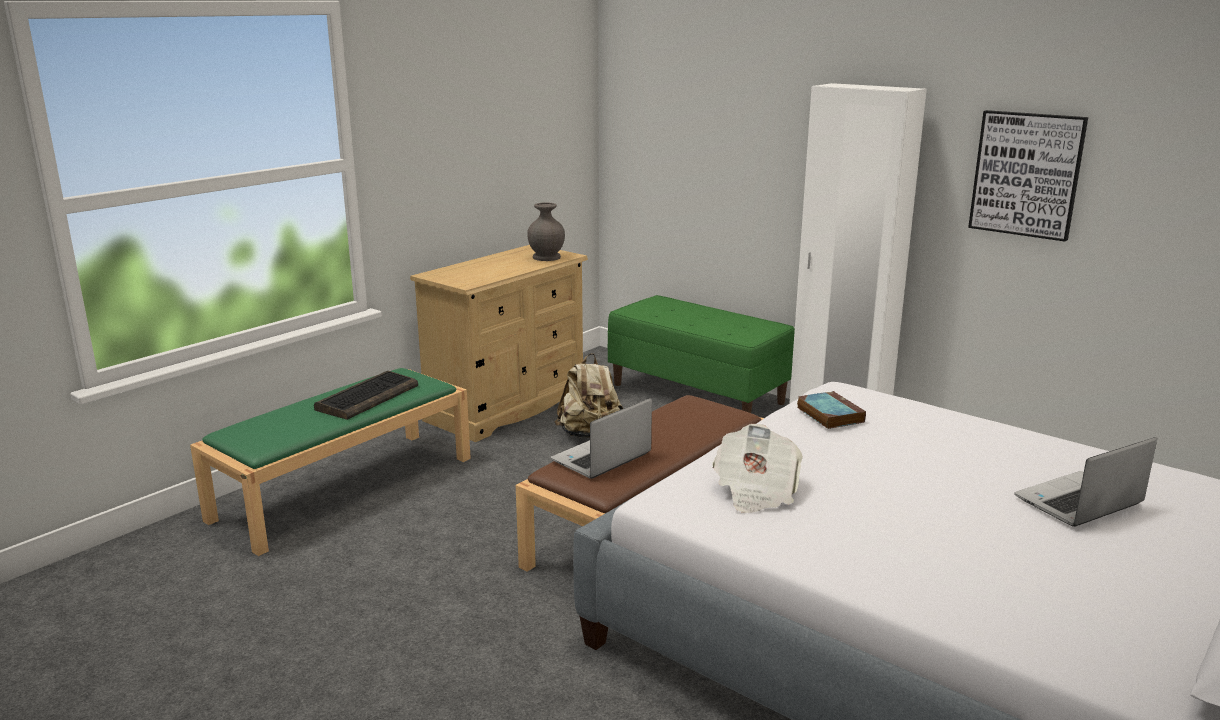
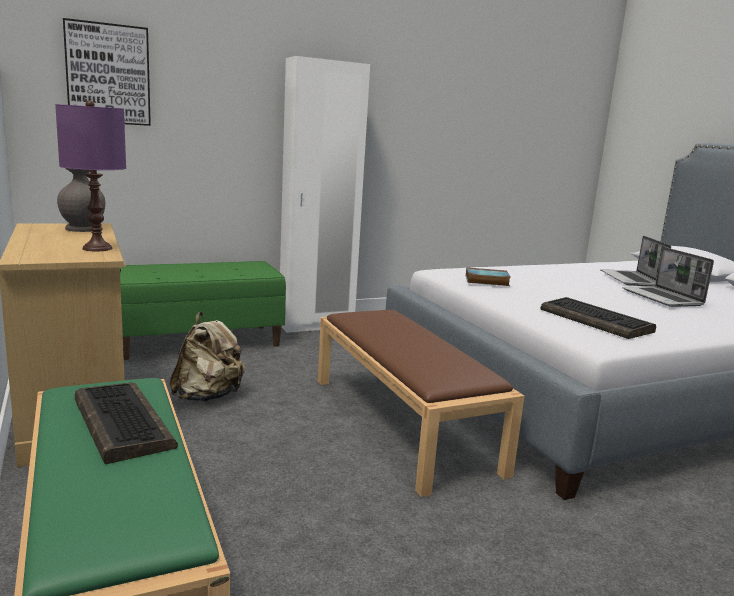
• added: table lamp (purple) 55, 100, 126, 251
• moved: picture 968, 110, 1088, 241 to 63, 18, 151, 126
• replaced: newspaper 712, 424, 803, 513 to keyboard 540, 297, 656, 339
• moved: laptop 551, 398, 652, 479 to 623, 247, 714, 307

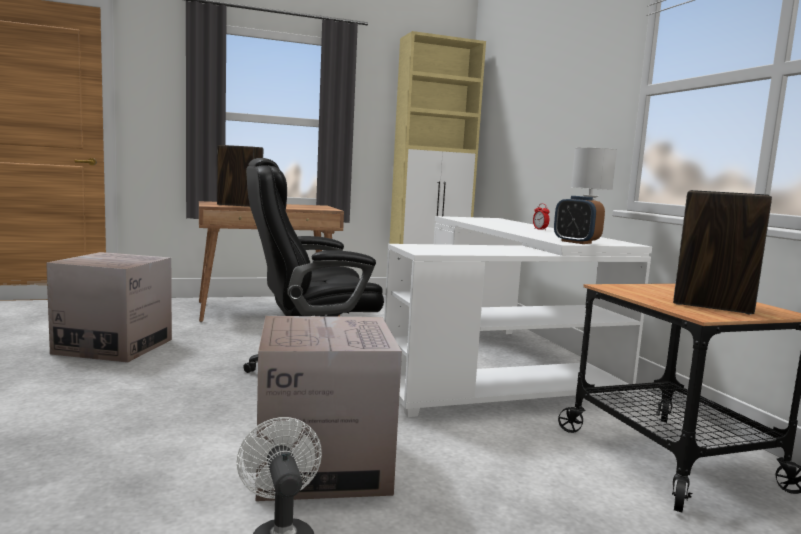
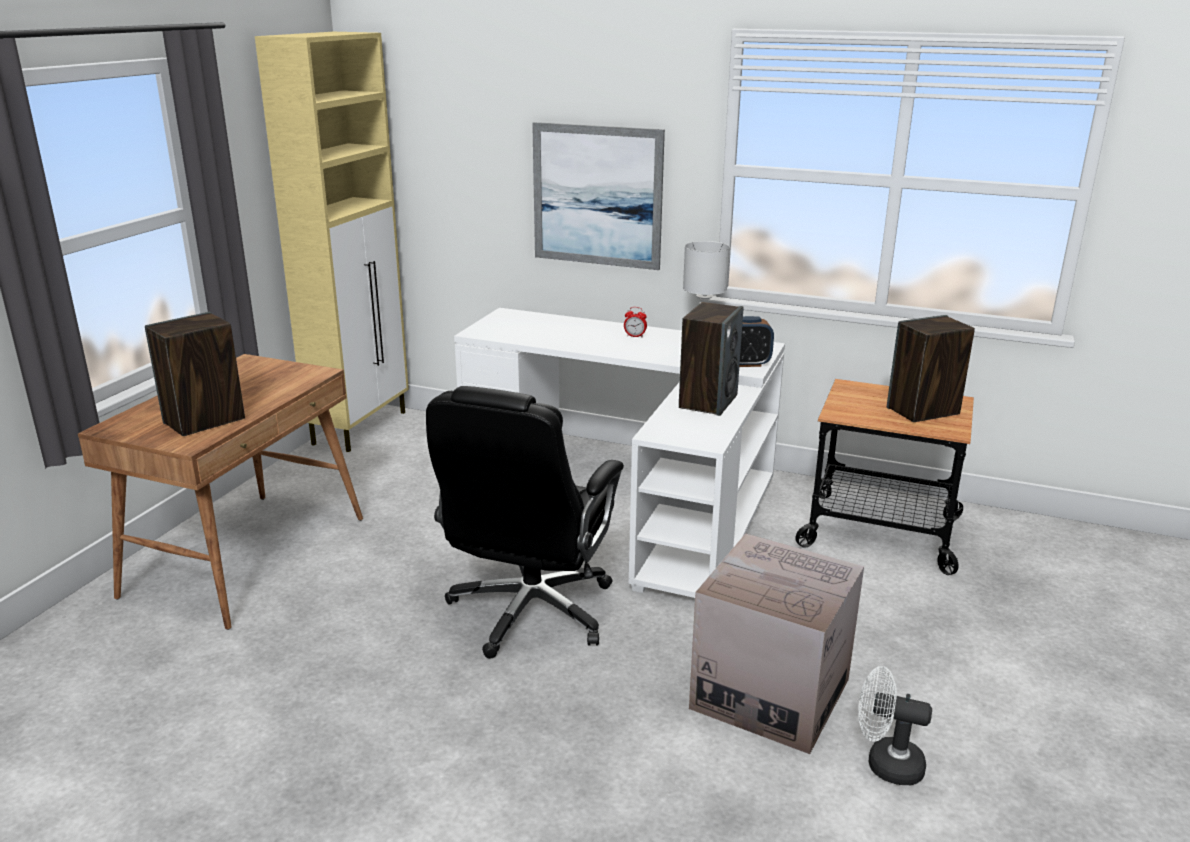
• added: picture 532, 122, 665, 270
• added: speaker 679, 302, 744, 416
• removed: cardboard box 46, 252, 172, 363

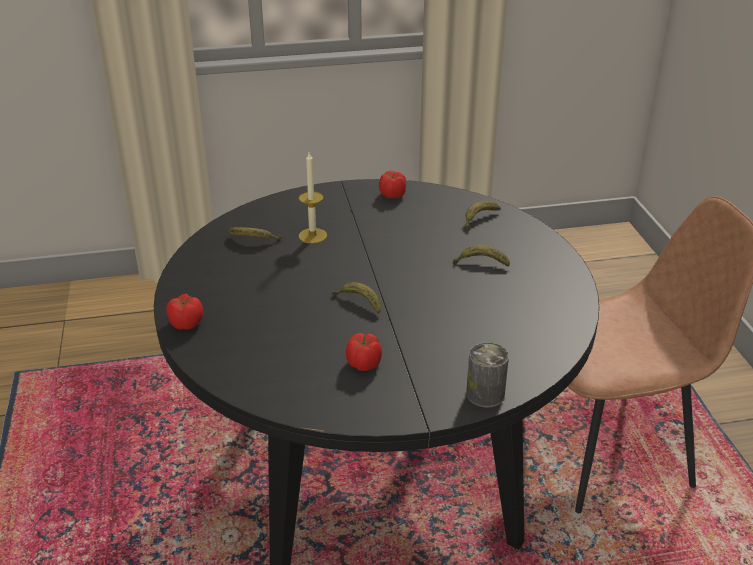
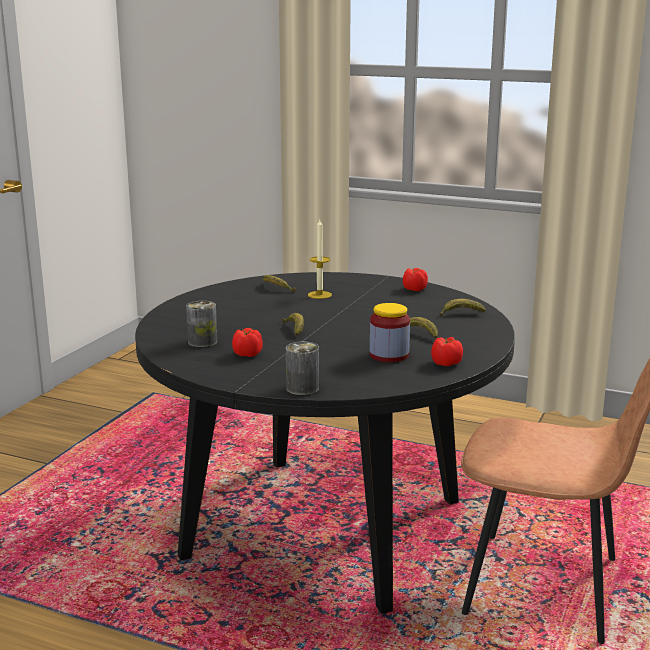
• added: can 186, 301, 217, 347
• added: jar 370, 303, 410, 362
• moved: tomato 166, 294, 203, 330 to 431, 337, 463, 366

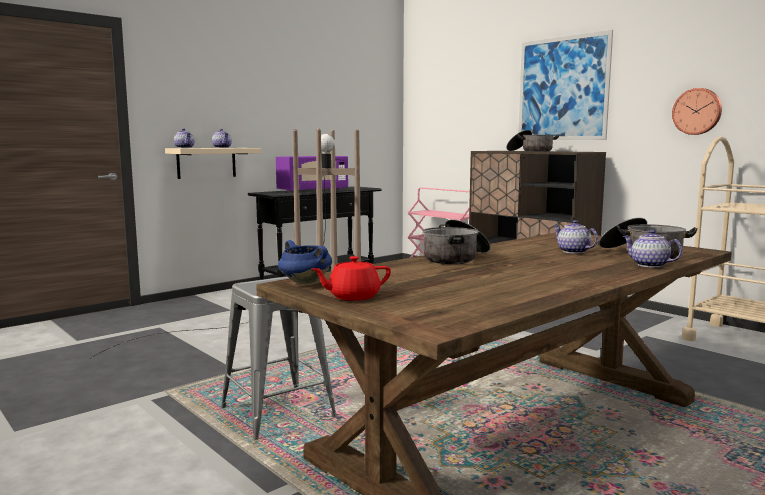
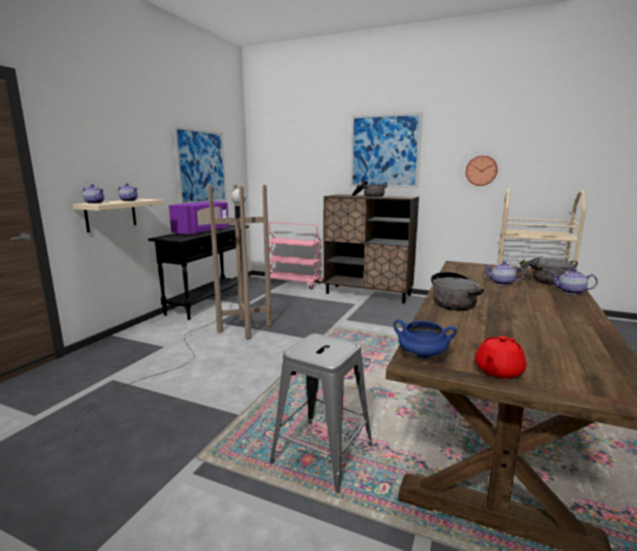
• added: picture 173, 126, 227, 204

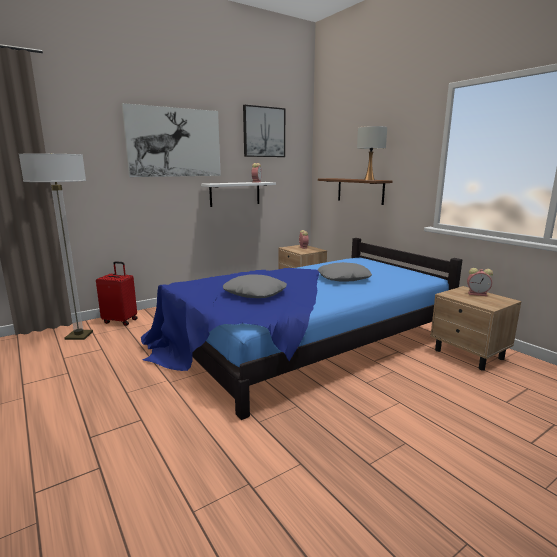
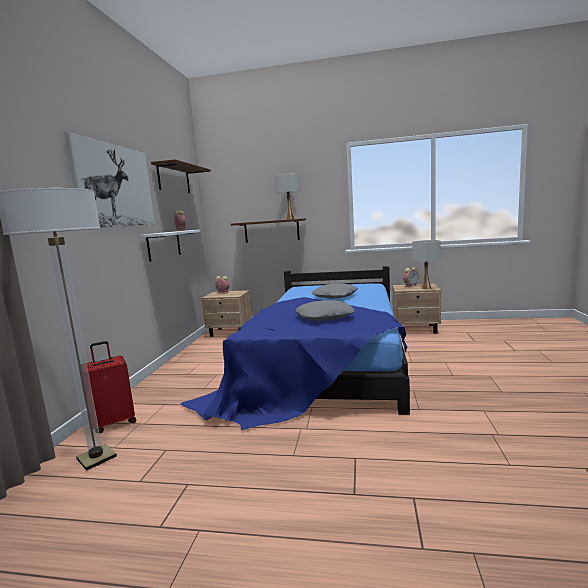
• replaced: picture 243, 105, 285, 157 to shelf (brown) 151, 159, 211, 193
• added: table lamp (white) 412, 240, 440, 289

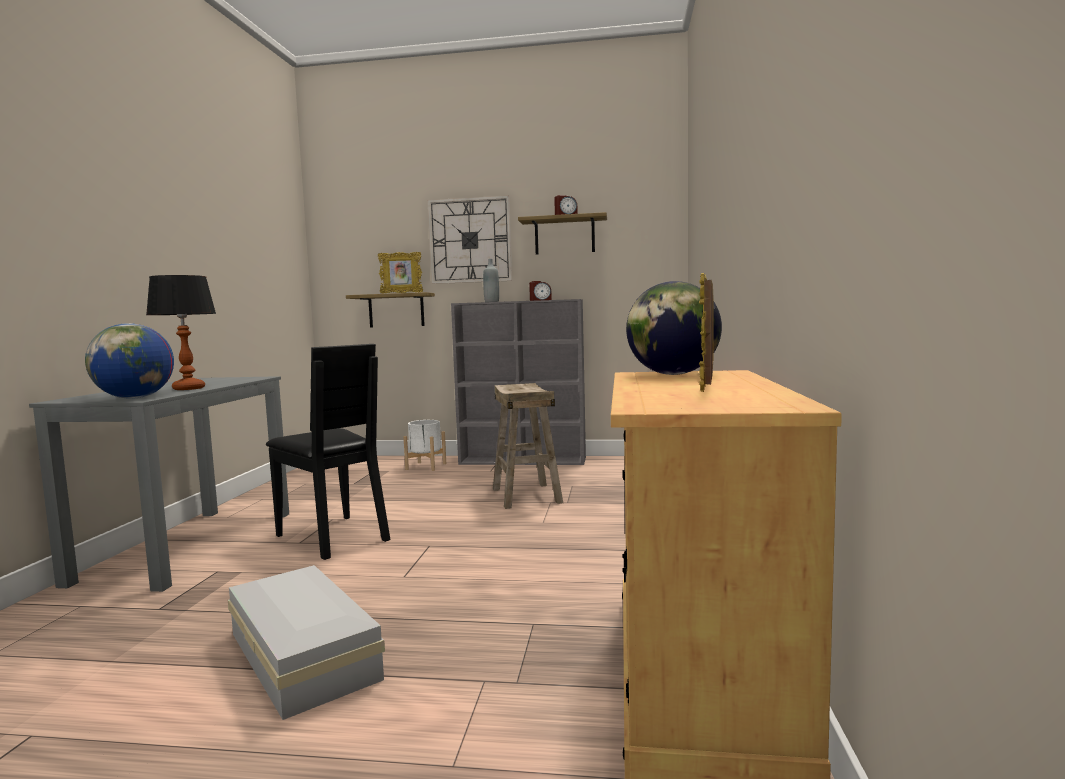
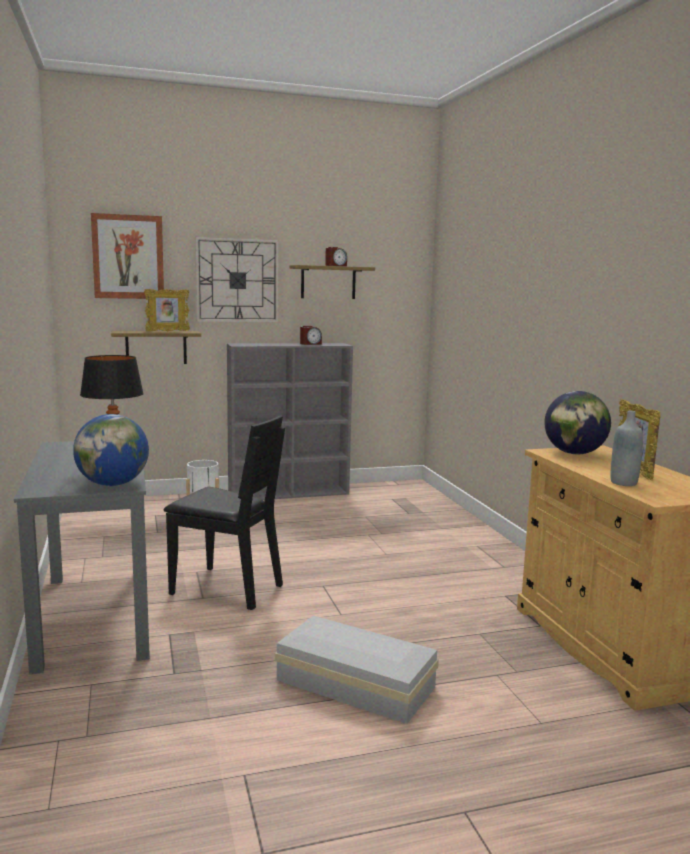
• added: picture 91, 213, 164, 299
• moved: bottle (grey) 483, 259, 499, 302 to 611, 411, 643, 486
• removed: stool (beige) 493, 383, 563, 509

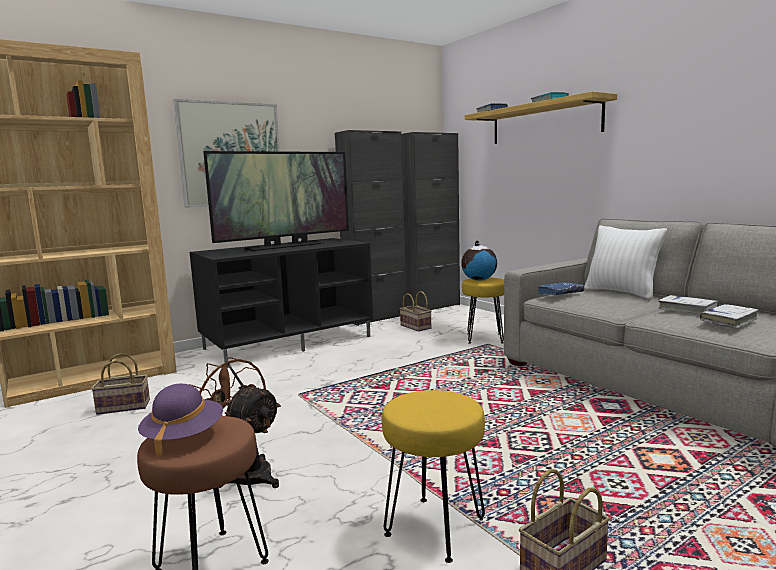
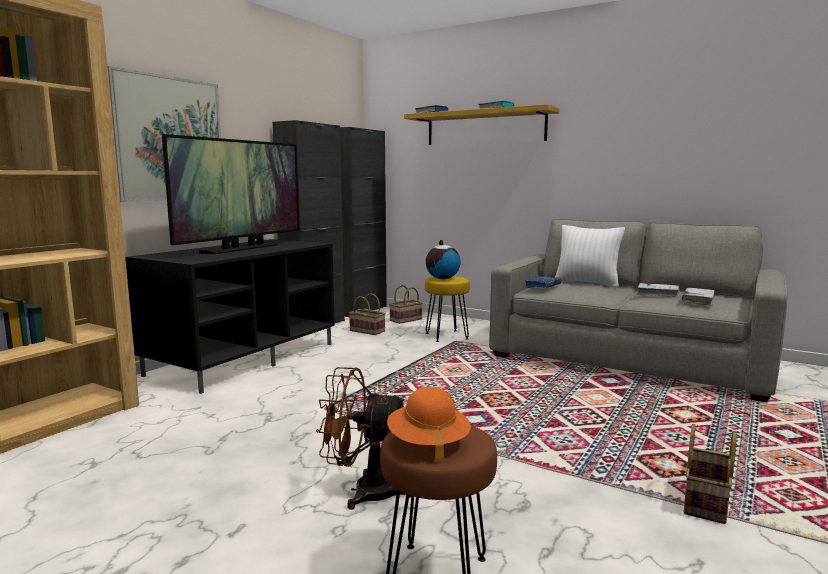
• recoloured: hat (purple) 138, 384, 223, 457 to hat (orange) 387, 387, 471, 463
• moved: basket 91, 353, 150, 415 to 389, 285, 423, 324
• removed: stool (yellow) 382, 390, 485, 563

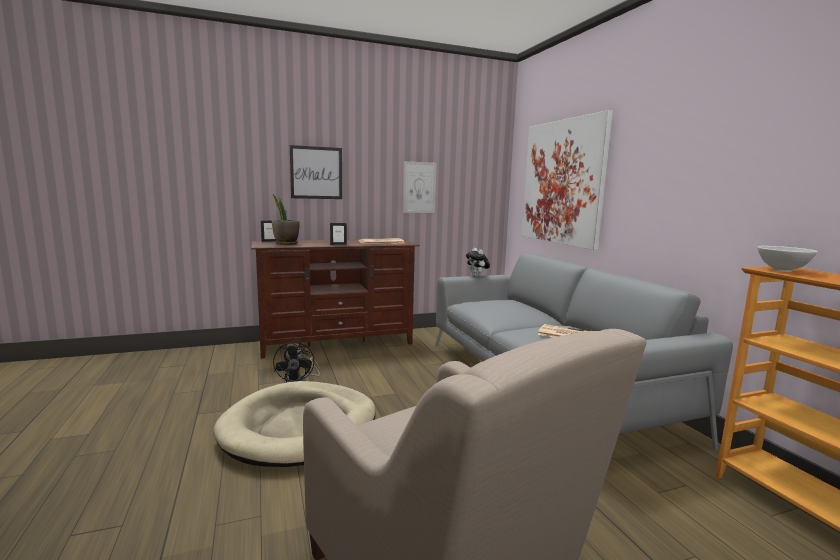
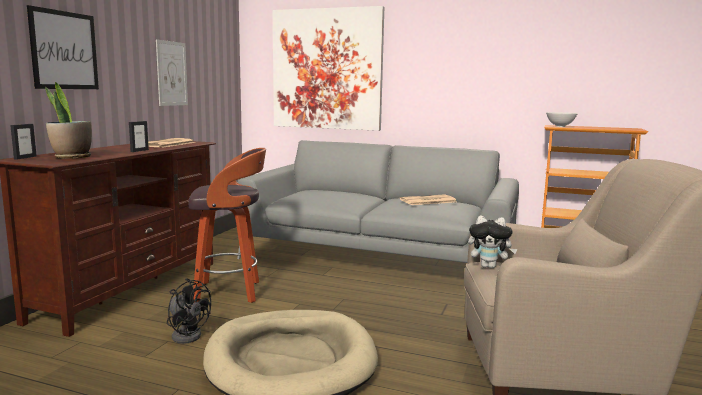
• added: stool 189, 148, 266, 303
• moved: plush toy 466, 248, 490, 277 to 468, 216, 517, 268

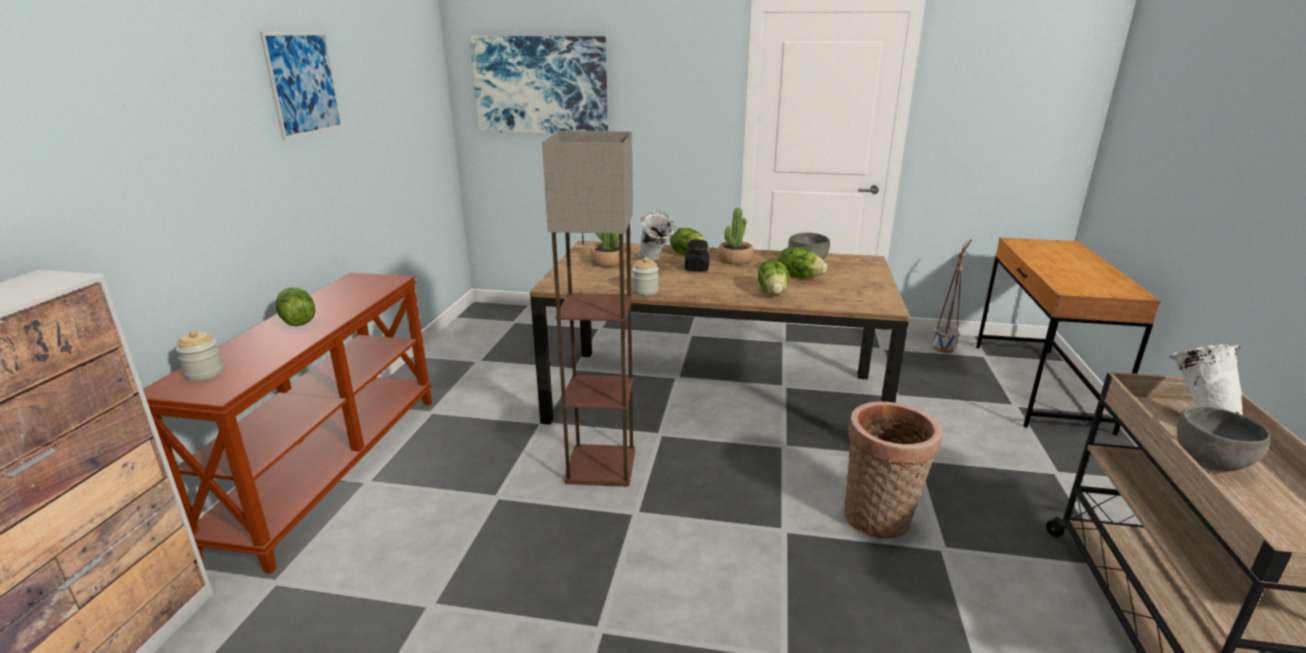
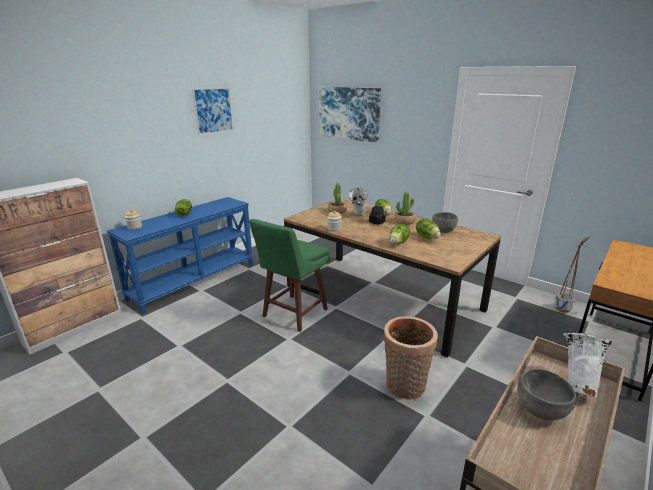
• recoloured: console table (brown) 143, 272, 432, 574 to console table (blue) 107, 197, 253, 314
• replaced: floor lamp 542, 131, 635, 487 to stool (green) 249, 219, 330, 332

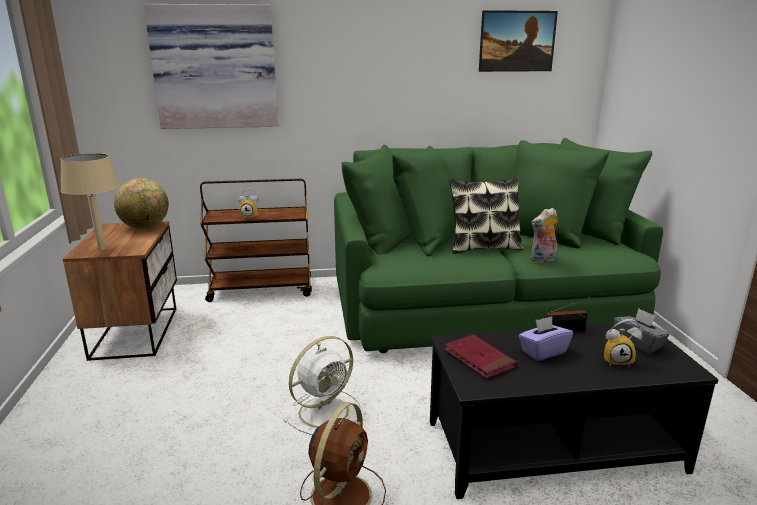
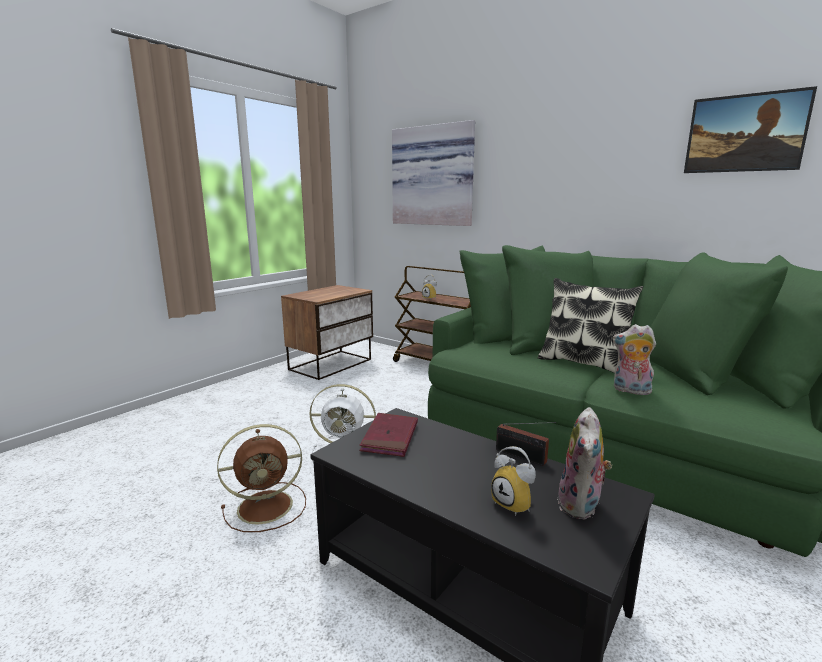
• replaced: tissue box (grey) 614, 308, 669, 354 to plush toy 557, 407, 613, 520
• removed: table lamp (beige) 60, 153, 120, 250
• removed: globe 114, 178, 169, 229
• removed: tissue box (purple) 519, 316, 573, 361

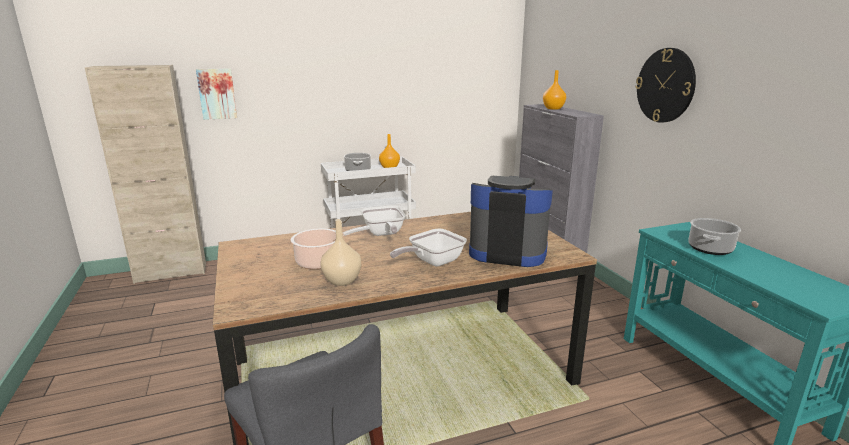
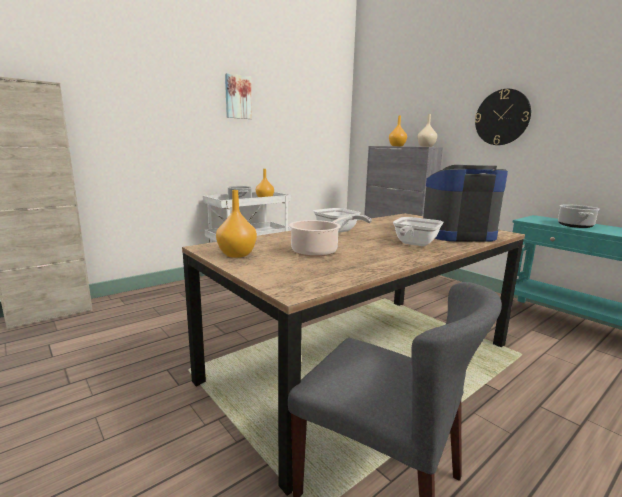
• added: vase (orange) 216, 190, 257, 258
• moved: picture 196, 68, 237, 120 to 225, 73, 252, 119
• moved: vase (beige) 320, 219, 361, 286 to 417, 114, 437, 147

